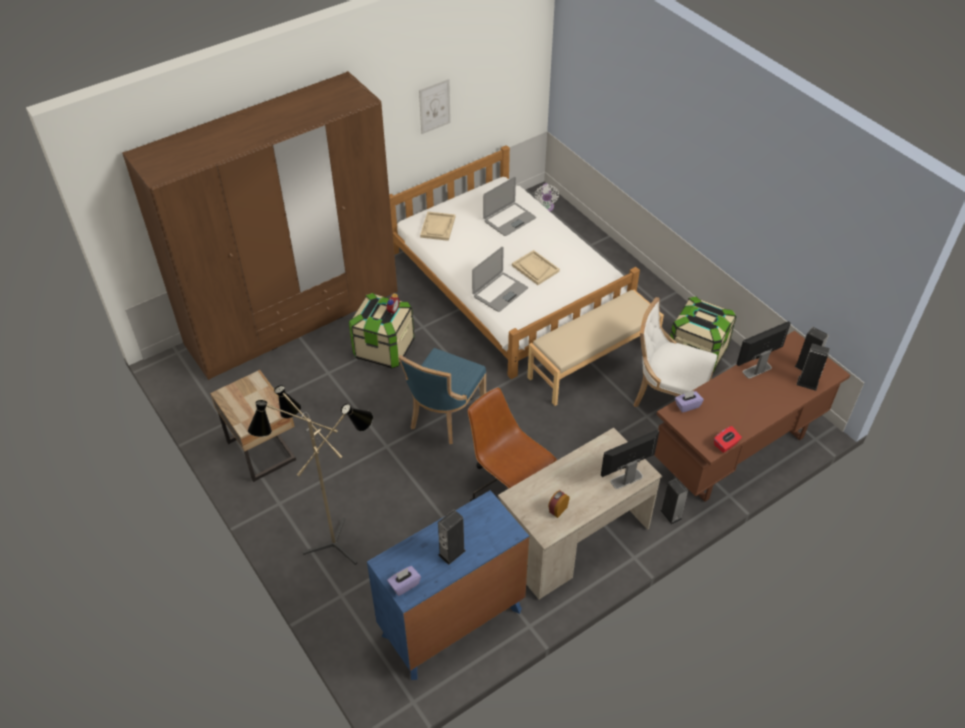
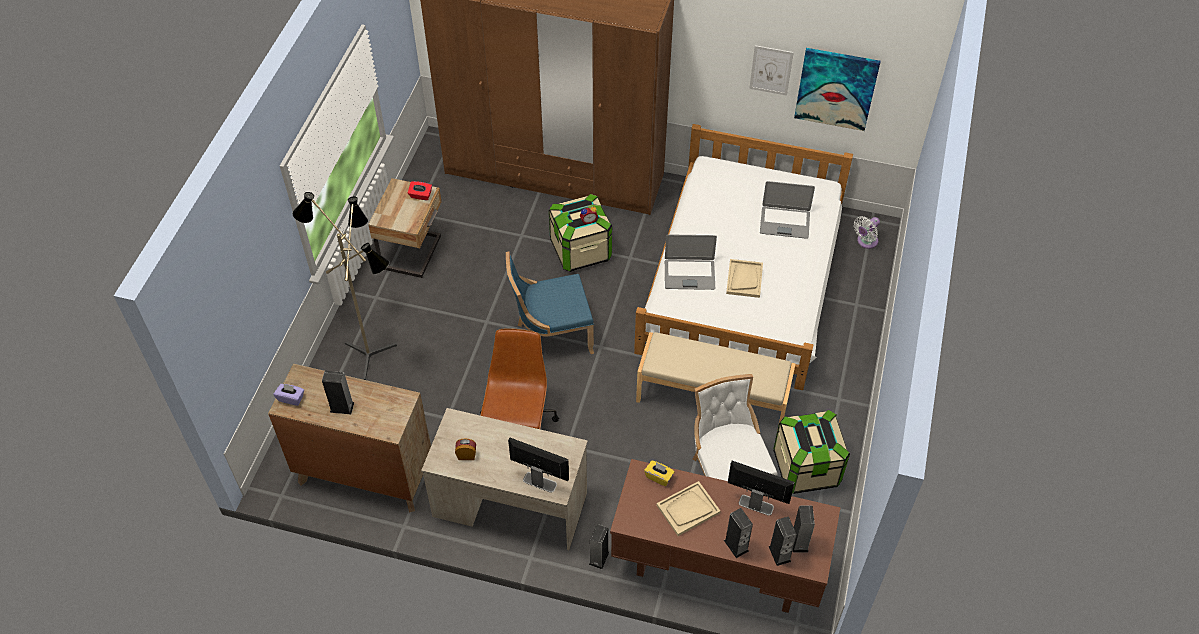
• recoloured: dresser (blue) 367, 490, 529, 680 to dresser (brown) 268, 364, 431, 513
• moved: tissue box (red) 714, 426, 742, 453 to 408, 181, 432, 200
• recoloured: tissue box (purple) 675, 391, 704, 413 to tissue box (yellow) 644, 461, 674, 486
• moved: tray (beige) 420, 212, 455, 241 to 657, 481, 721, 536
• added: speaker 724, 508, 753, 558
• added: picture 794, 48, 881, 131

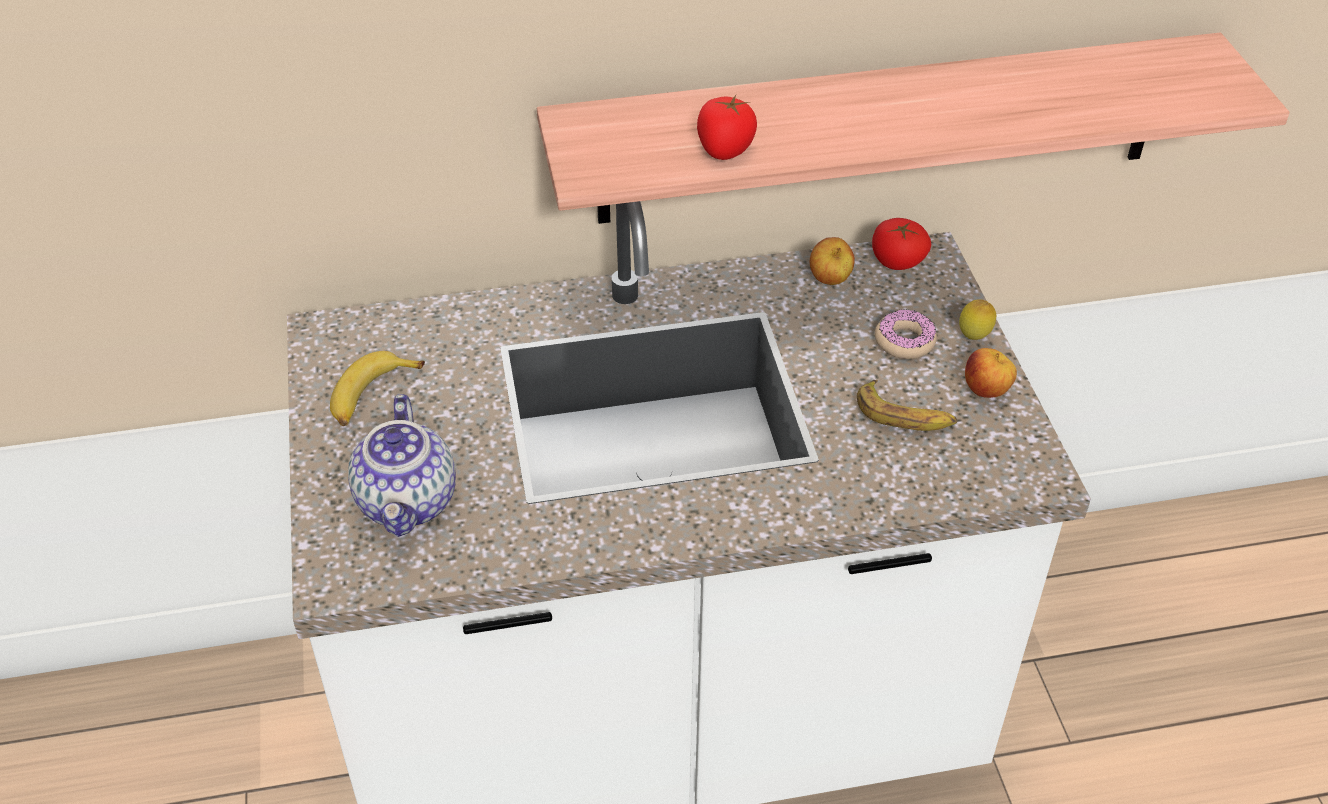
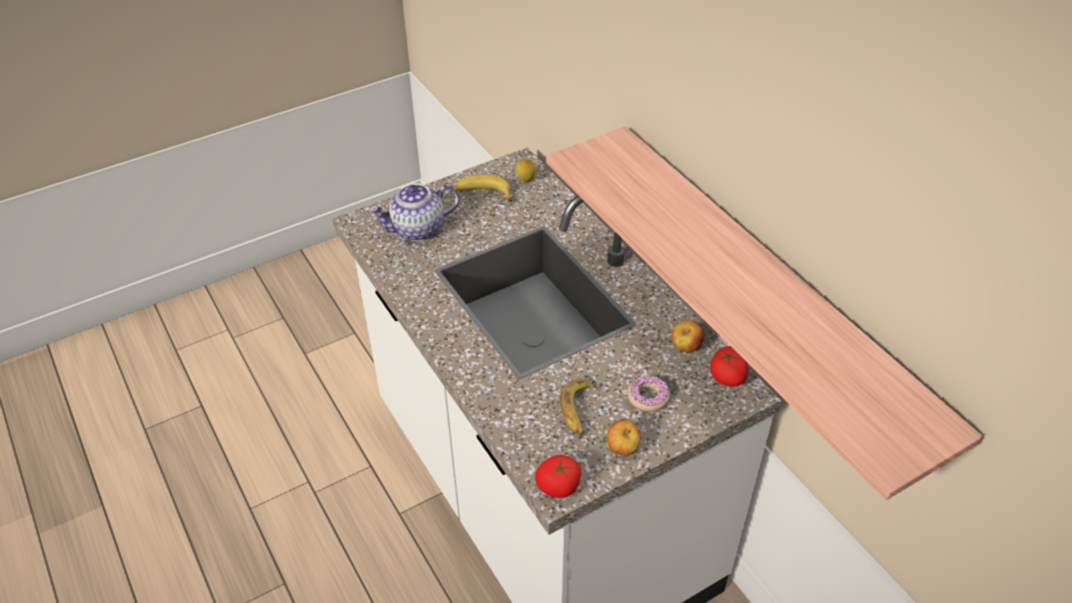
• moved: lemon 959, 300, 996, 340 to 516, 159, 536, 182
• moved: tomato 697, 95, 757, 160 to 535, 455, 581, 498

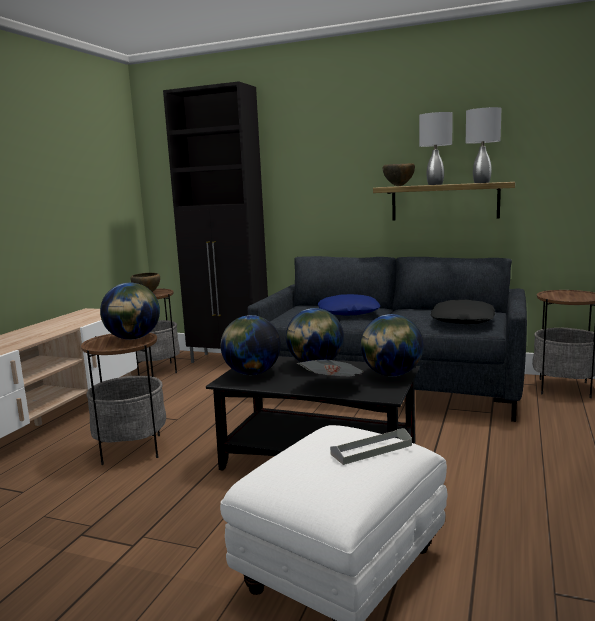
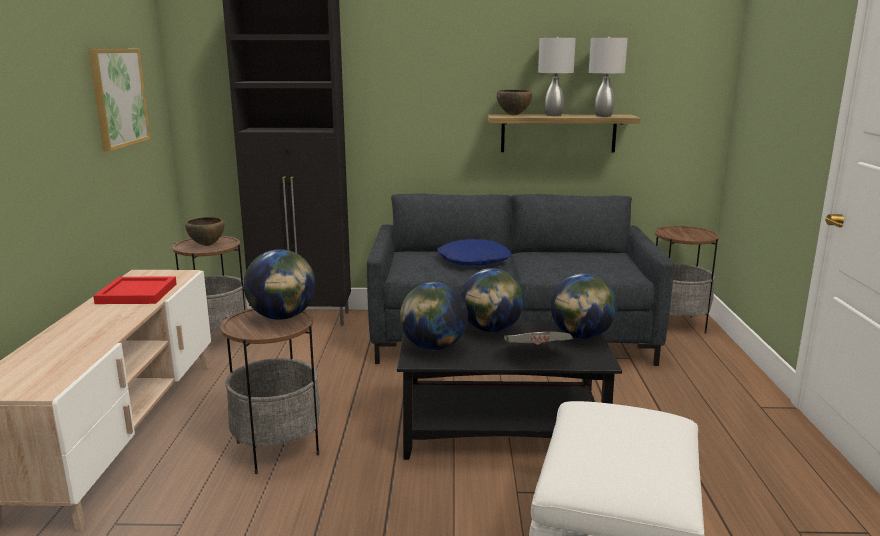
• added: picture 88, 49, 151, 151
• added: tray (red) 93, 276, 177, 304
• removed: tray (grey) 330, 428, 412, 465
• removed: pillow (black) 430, 300, 495, 324

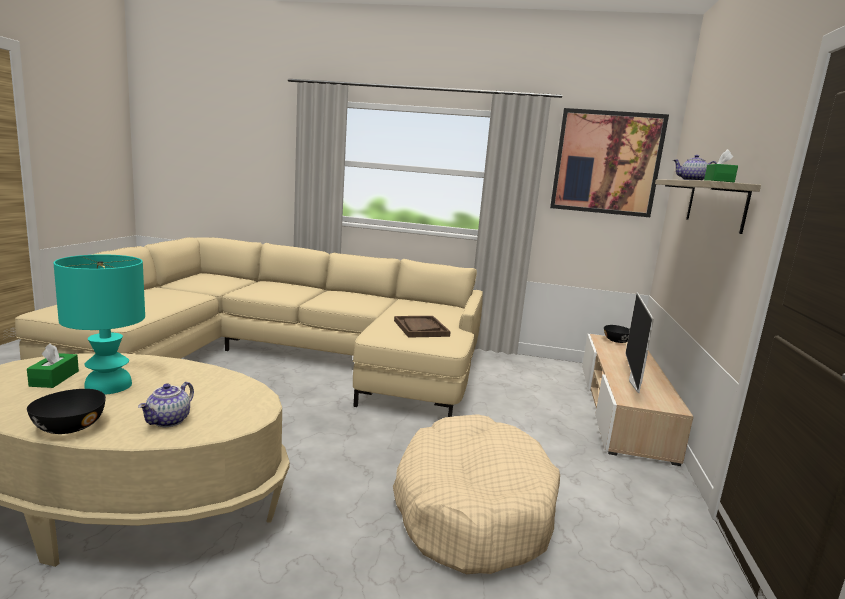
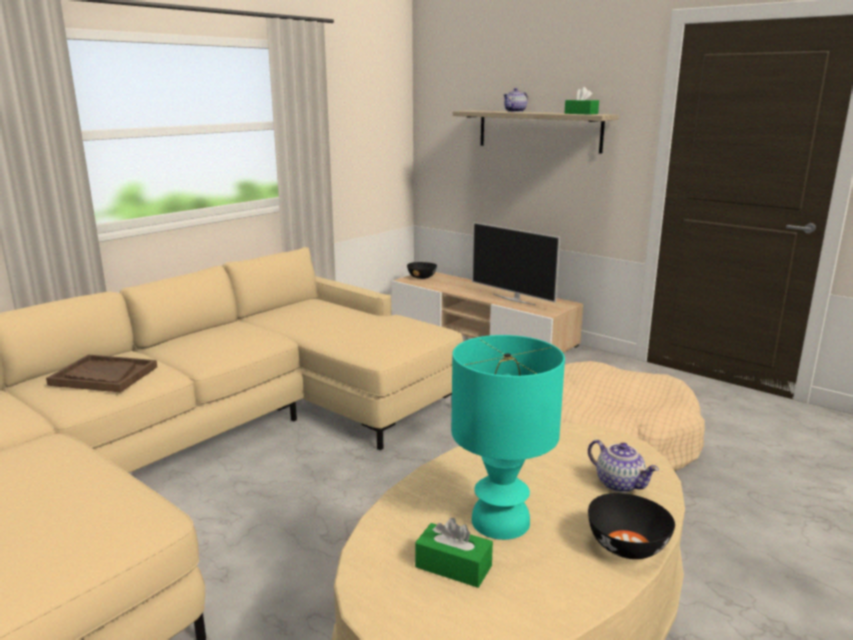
• moved: tray (brown) 394, 316, 451, 338 to 46, 355, 157, 392
• removed: picture 550, 108, 669, 217

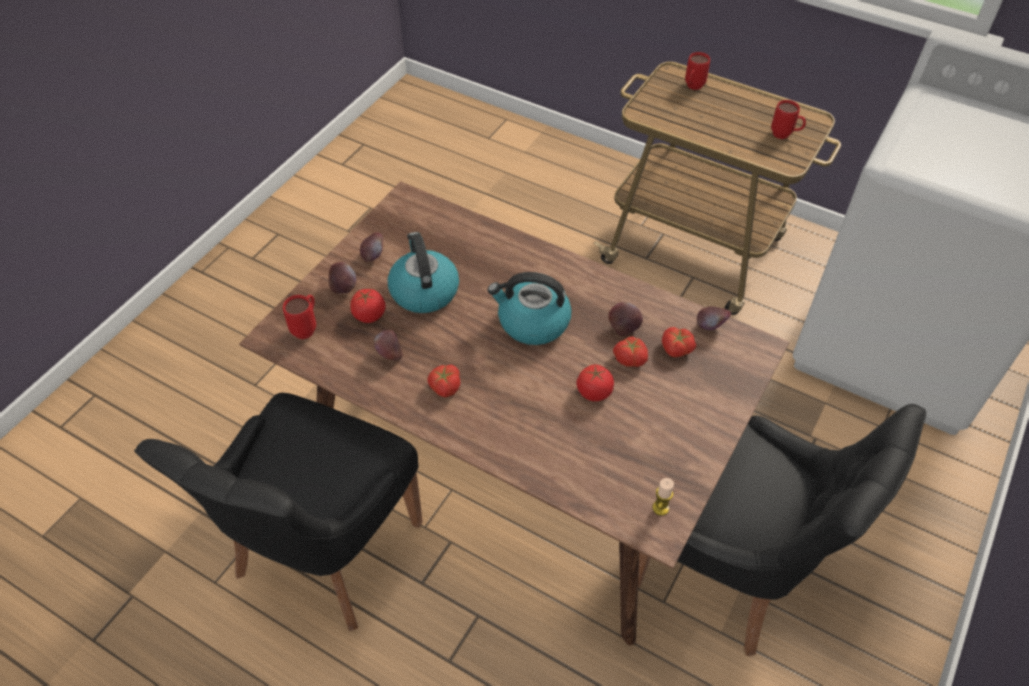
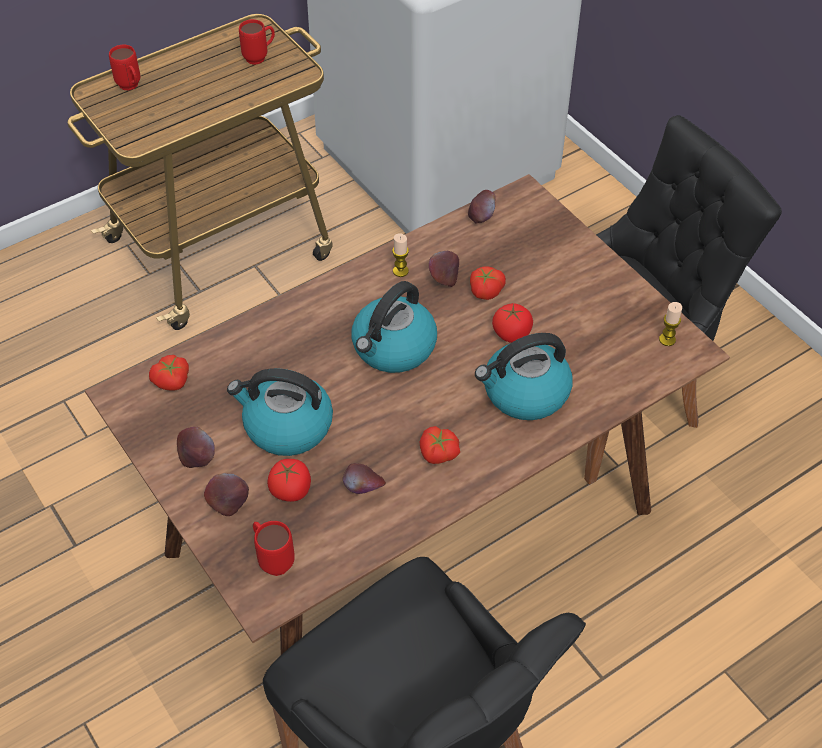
• moved: tomato 662, 327, 696, 357 to 149, 355, 189, 391
• added: candle 392, 233, 409, 277
• added: kettle 475, 333, 572, 420

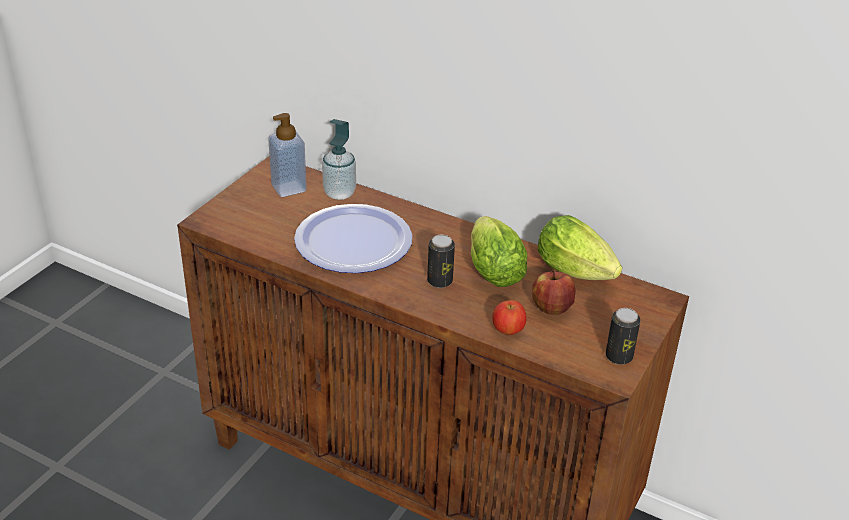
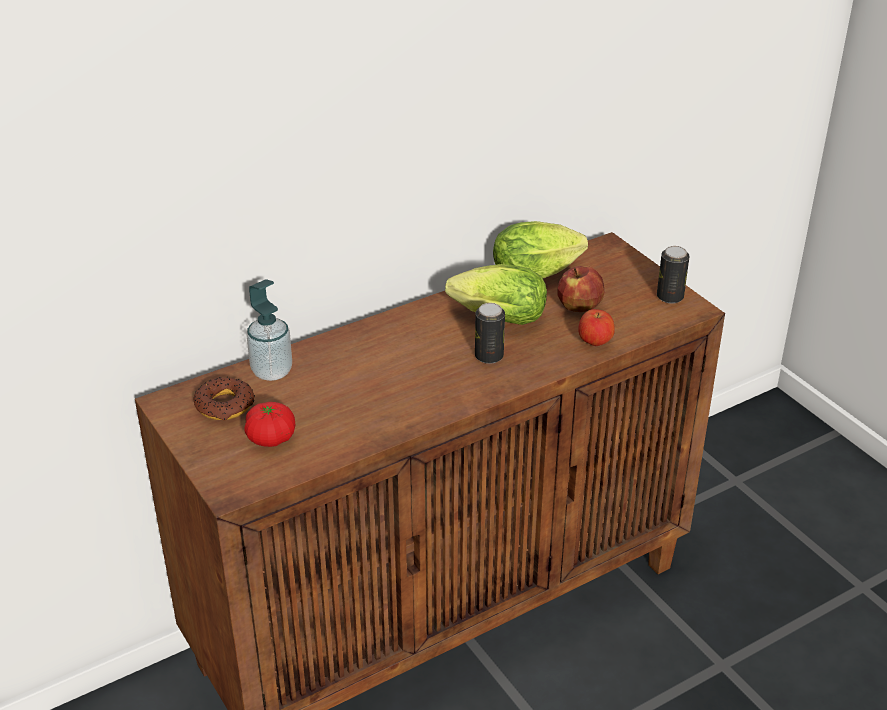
• replaced: soap dispenser 268, 113, 307, 197 to donut 193, 377, 255, 420
• added: tomato 244, 402, 295, 447
• removed: plate 294, 204, 412, 273

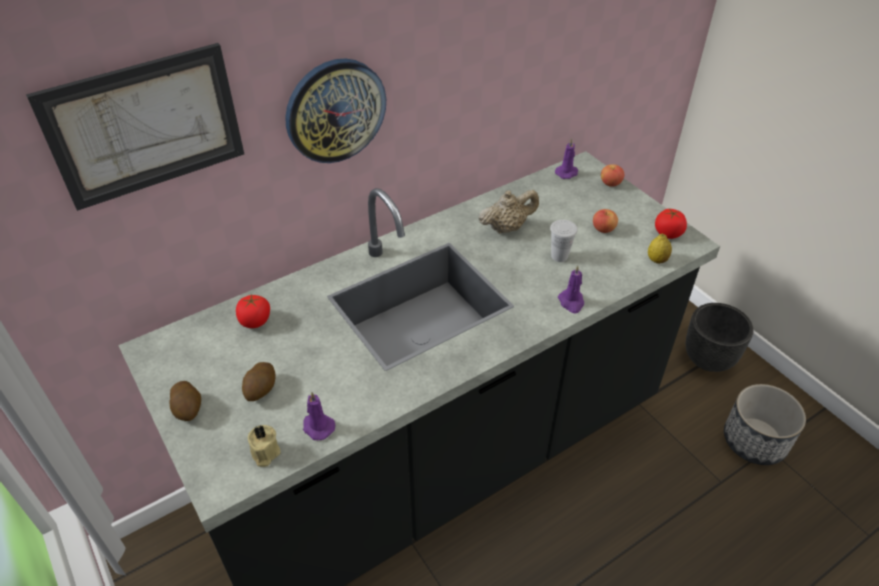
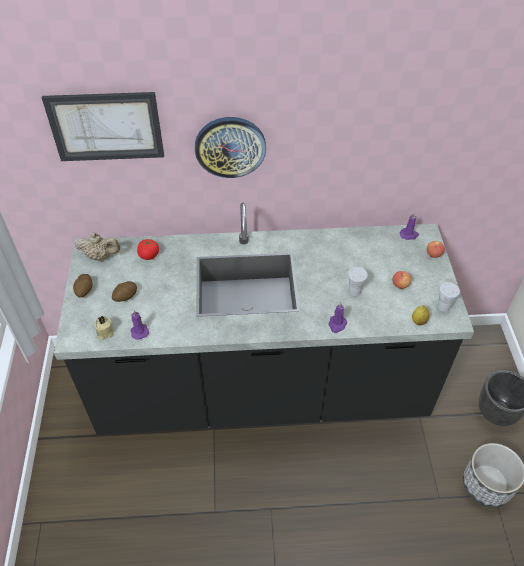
• moved: teapot (beige) 478, 190, 539, 234 to 74, 232, 120, 261
• replaced: tomato 655, 209, 687, 239 to cup (white) 438, 282, 460, 312

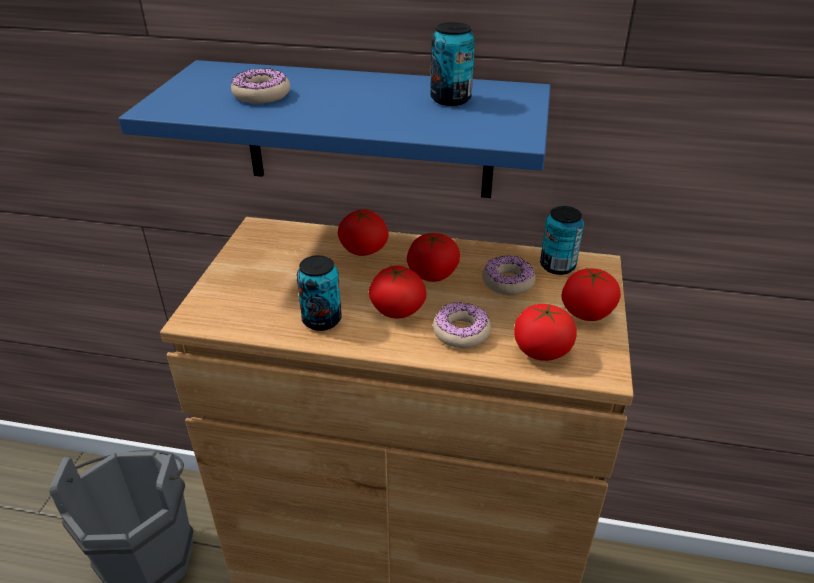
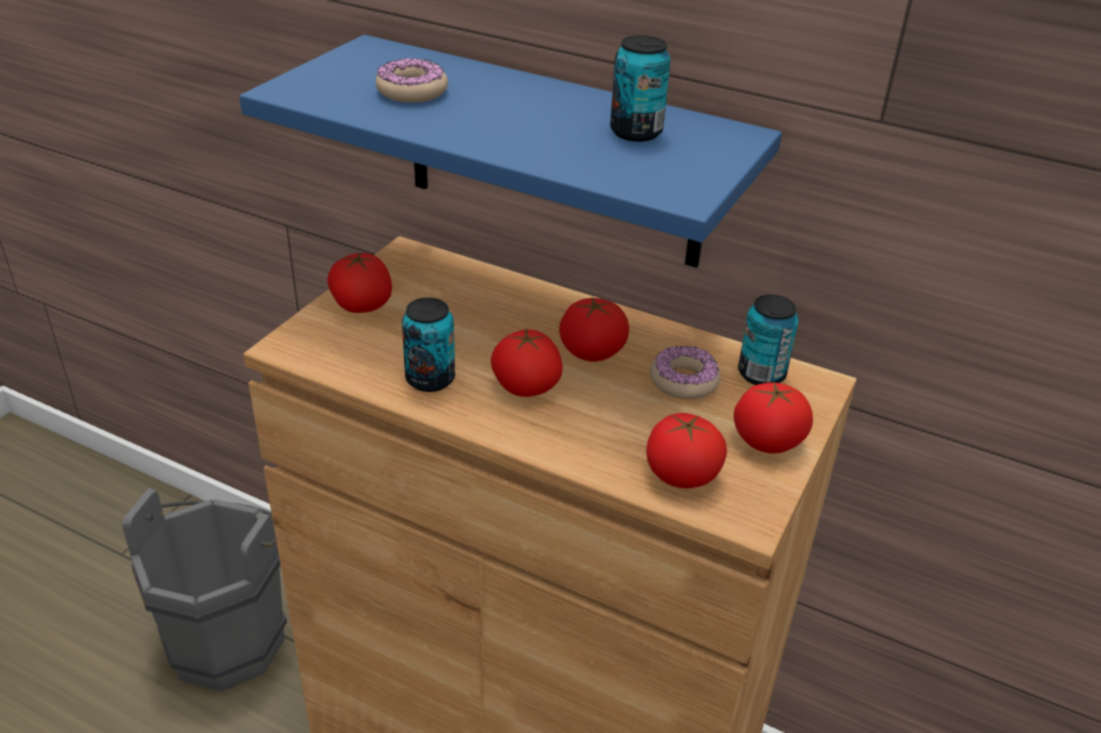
• moved: tomato 338, 209, 388, 256 to 327, 251, 392, 313
• removed: donut 433, 302, 491, 348

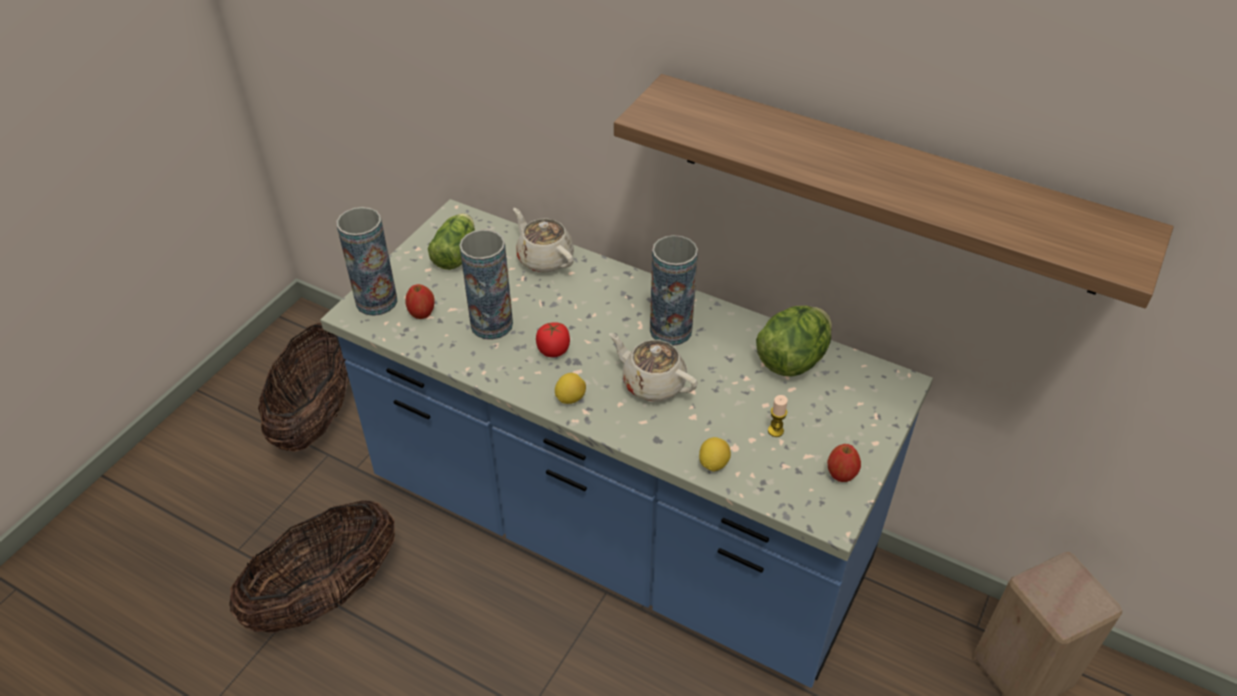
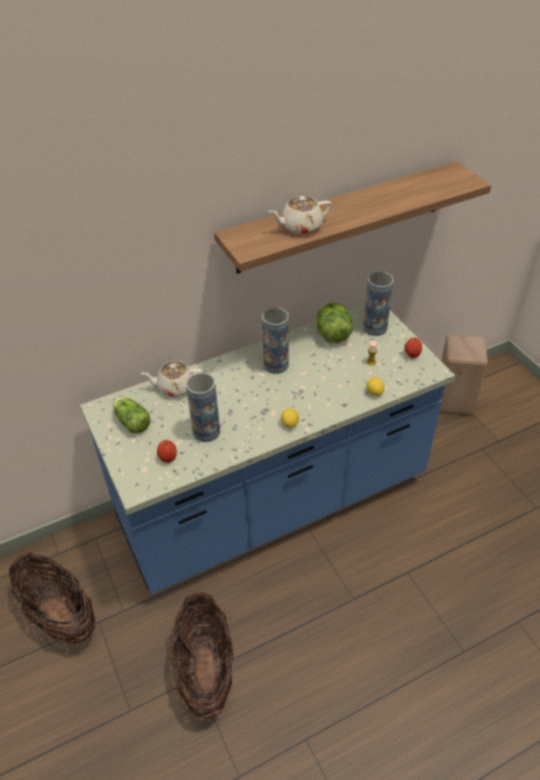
• moved: teapot (beige) 609, 333, 698, 401 to 269, 196, 332, 235
• moved: vase 337, 207, 397, 316 to 363, 272, 394, 336
• removed: tomato 536, 322, 570, 357

